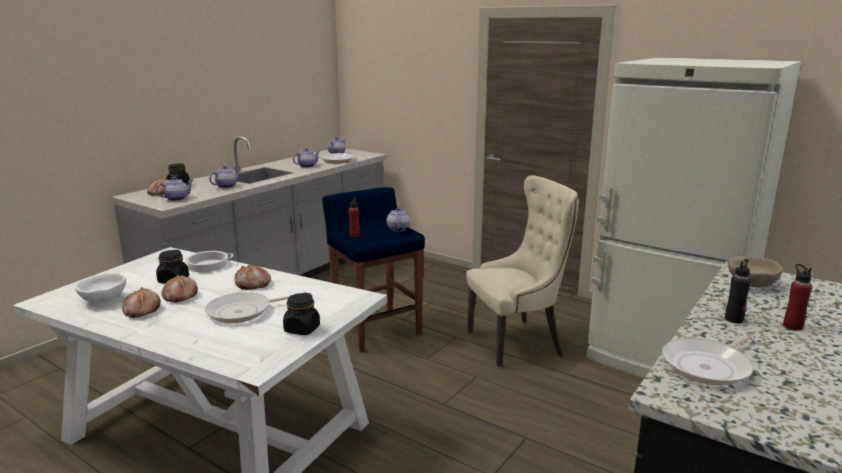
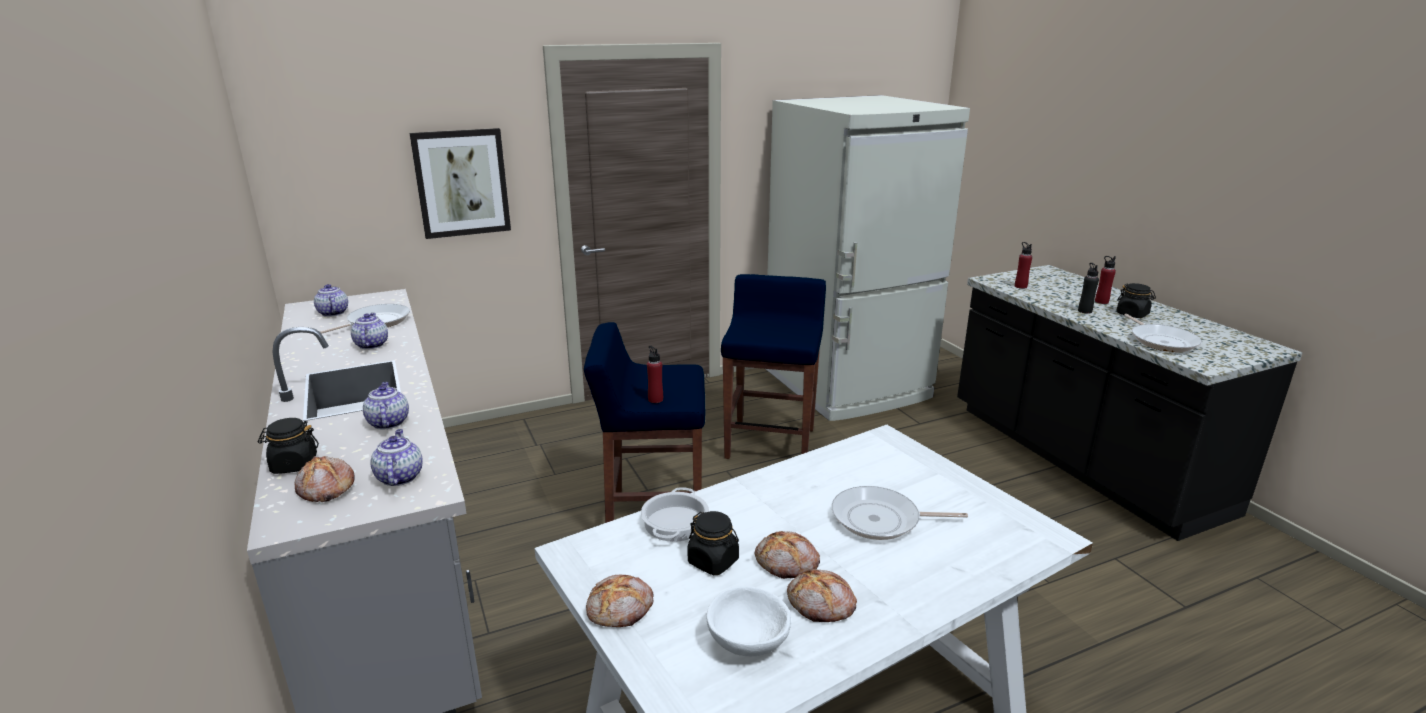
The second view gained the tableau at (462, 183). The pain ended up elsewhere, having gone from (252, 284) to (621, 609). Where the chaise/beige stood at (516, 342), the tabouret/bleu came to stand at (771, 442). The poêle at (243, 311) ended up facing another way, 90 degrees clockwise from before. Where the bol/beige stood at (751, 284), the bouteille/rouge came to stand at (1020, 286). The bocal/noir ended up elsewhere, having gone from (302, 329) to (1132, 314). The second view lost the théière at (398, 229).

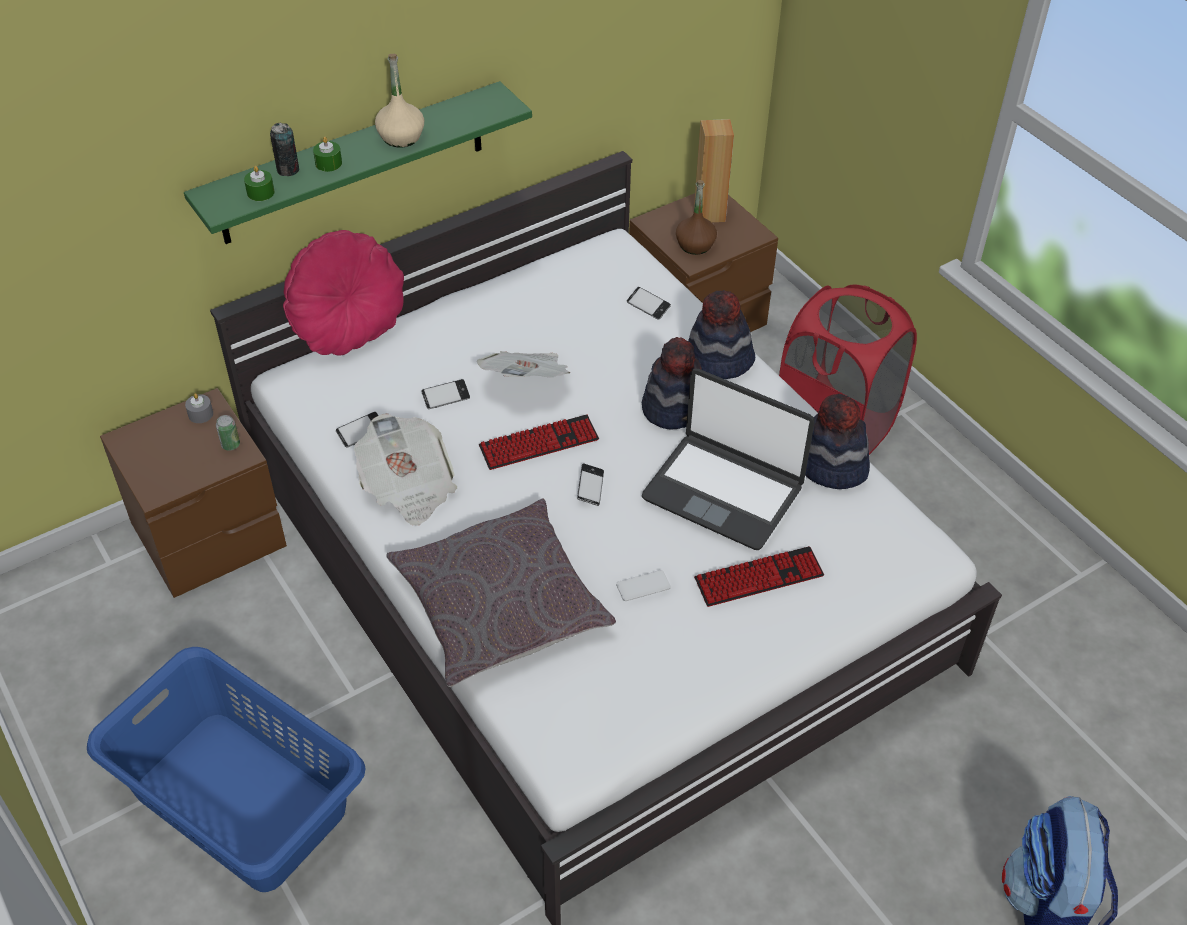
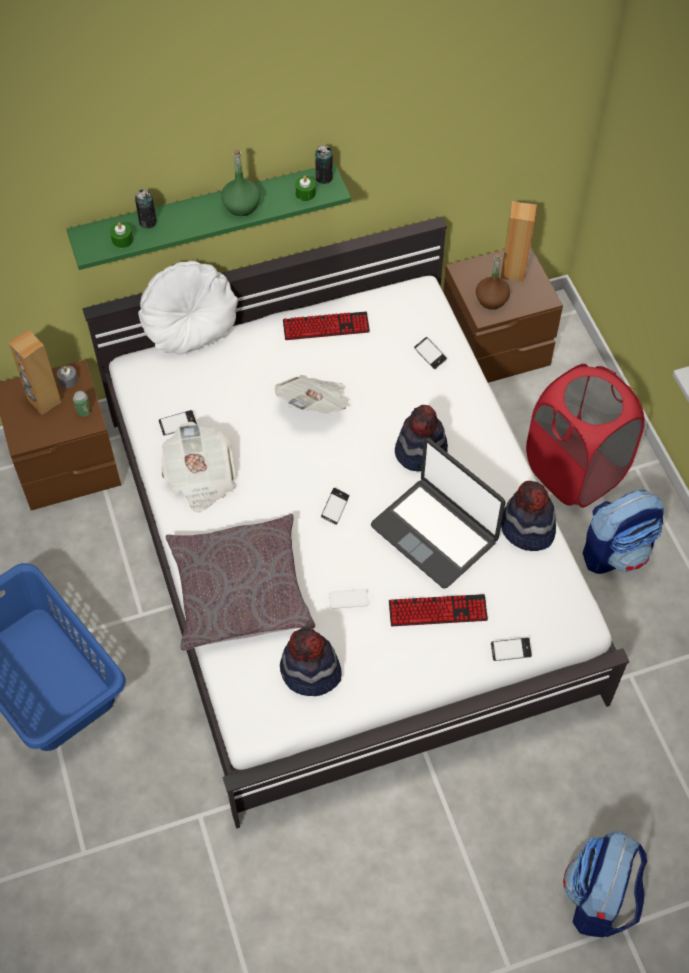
The second view gained the enceinte/marron at (44, 401). What was the coussin/rose at (350, 334) turned into the coussin/blanc at (192, 335). What was the bouteille/beige at (401, 137) turned into the bouteille/vert at (241, 205). The chapeau ended up elsewhere, having gone from (718, 361) to (310, 672). The clavier ended up elsewhere, having gone from (539, 443) to (326, 327). The bougie/vert ended up elsewhere, having gone from (328, 163) to (305, 193). The second view gained the boîte métallique at (324, 178). The téléphone ended up elsewhere, having gone from (446, 397) to (510, 651). The second view gained the sac à dos at (616, 552).

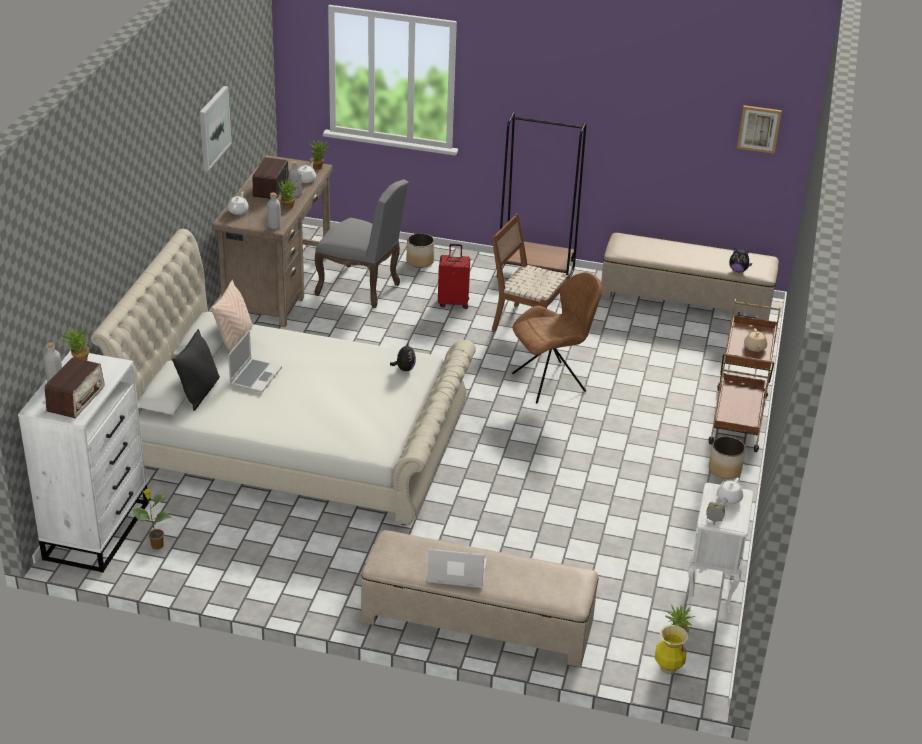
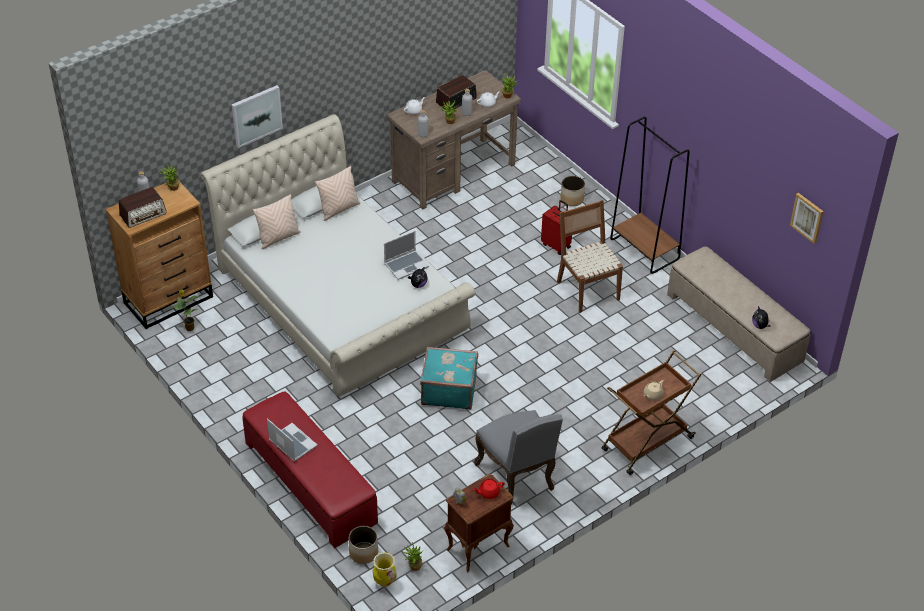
What was the commode/blanc at (97, 530) turned into the commode/marron at (169, 299). The tableau ended up elsewhere, having gone from (213, 127) to (256, 115). What was the banc/beige at (476, 621) turned into the banc/rouge at (309, 482). What was the coussin/noir at (199, 393) turned into the coussin/beige at (278, 238). The cache-pot ended up elsewhere, having gone from (725, 469) to (364, 553). The ordinateur portable ended up elsewhere, having gone from (255, 376) to (406, 265). The second view gained the valise/turquoise at (448, 390). What was the table de chevet/blanc at (712, 586) turned into the table de chevet/marron at (478, 548). What was the théière/blanc at (728, 498) turned into the théière/rouge at (488, 493). The chaise/gris ended up elsewhere, having gone from (361, 288) to (517, 477). The second view lost the chaise/marron at (551, 382).

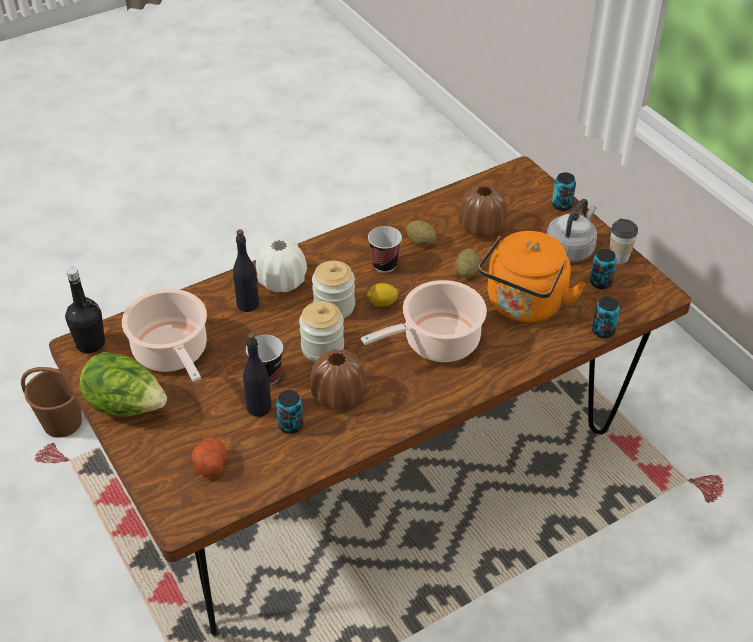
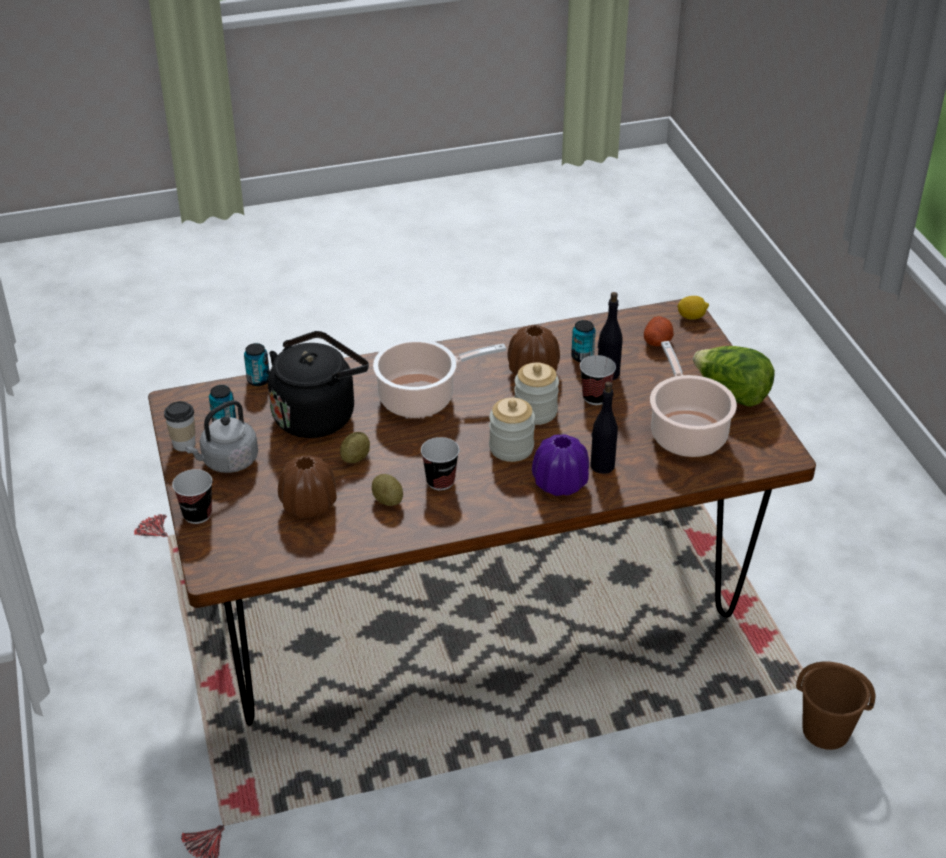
Where the boîte métallique stood at (562, 205), the tasse came to stand at (197, 514). What was the bouilloire/orange at (524, 306) turned into the bouilloire/noir at (317, 415). What was the vase/blanc at (282, 281) turned into the vase/violet at (560, 483). The citron ended up elsewhere, having gone from (382, 303) to (691, 316). The second view lost the bouteille/noir at (90, 344).

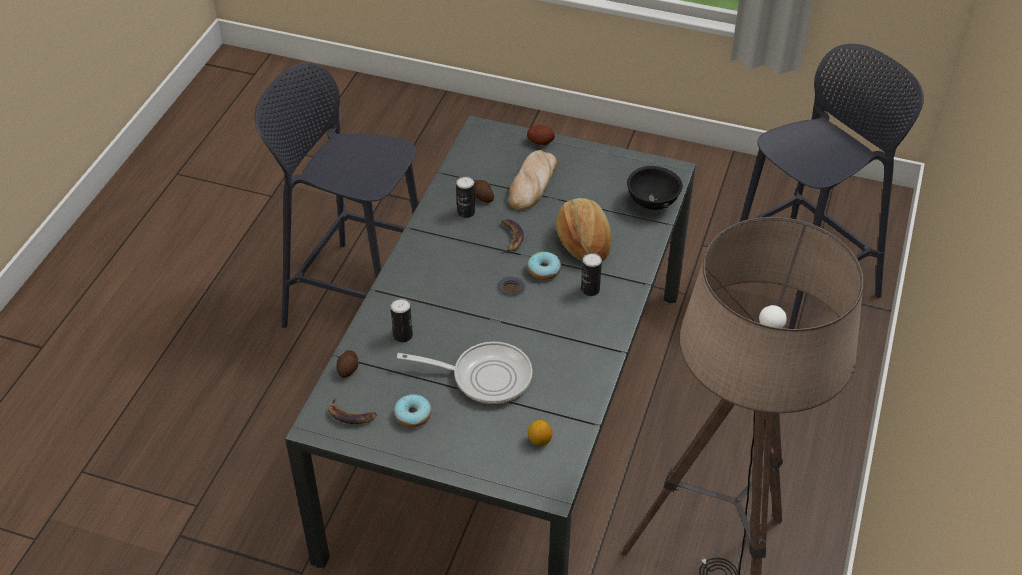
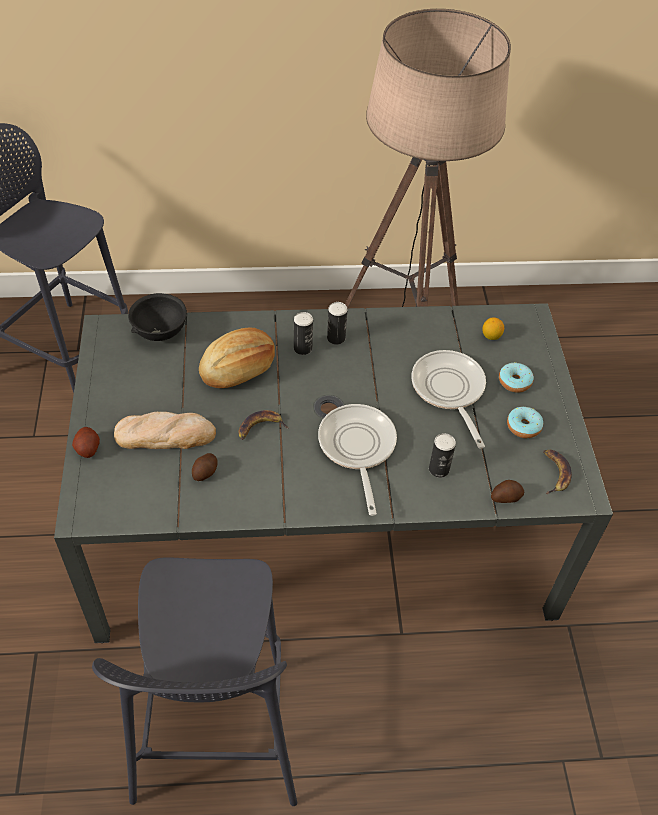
The second view gained the poêle at (357, 448). The boîte métallique ended up elsewhere, having gone from (466, 212) to (336, 338). The beignet ended up elsewhere, having gone from (544, 270) to (514, 382).

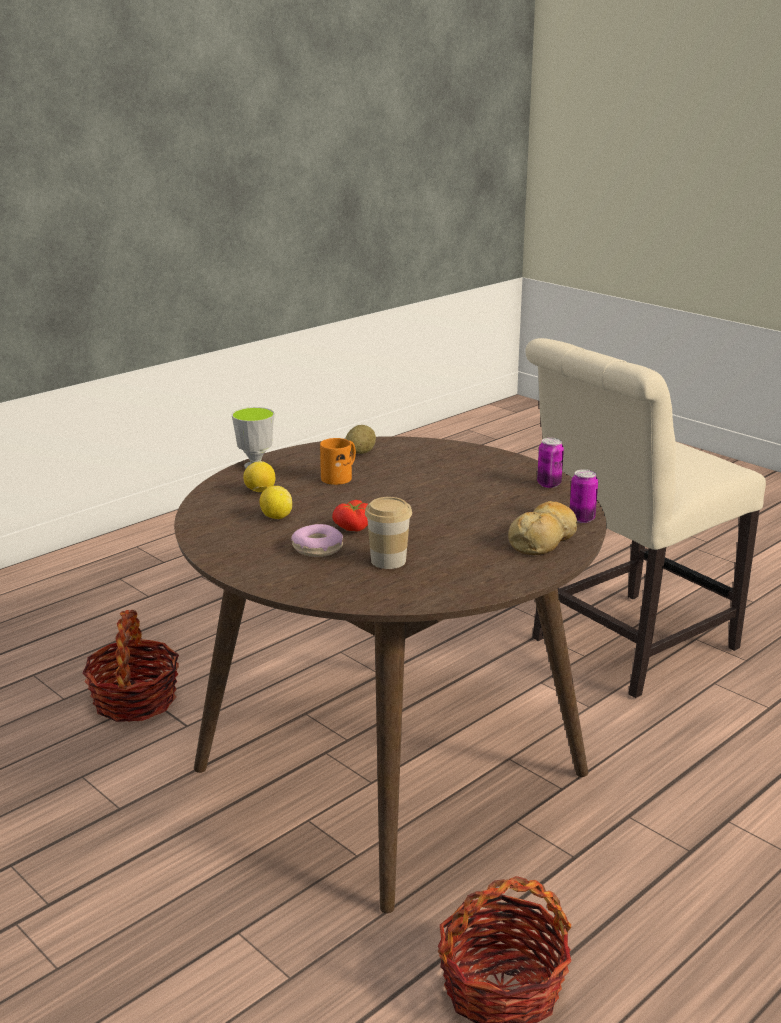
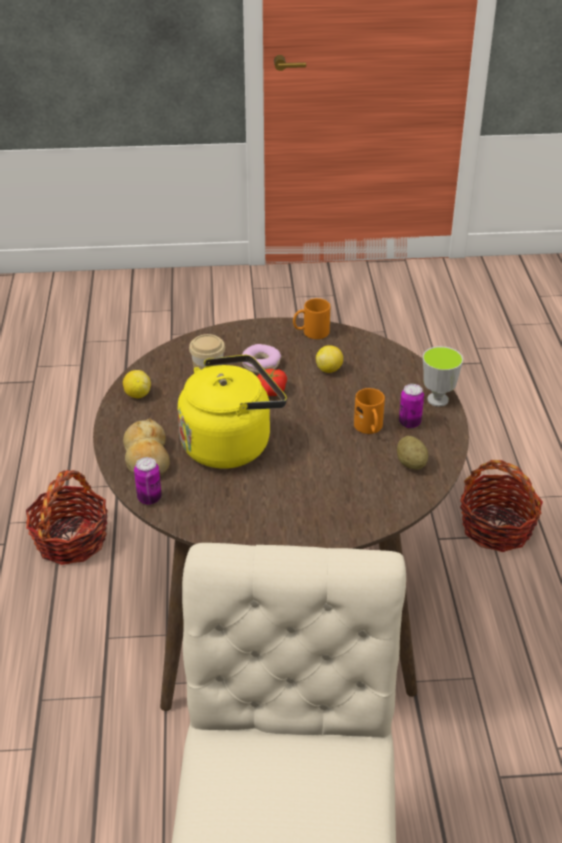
The citron ended up elsewhere, having gone from (260, 491) to (137, 394). The second view gained the bouilloire/jaune at (231, 443). The second view gained the mug/orange at (311, 333). The boîte métallique ended up elsewhere, having gone from (549, 484) to (409, 423).

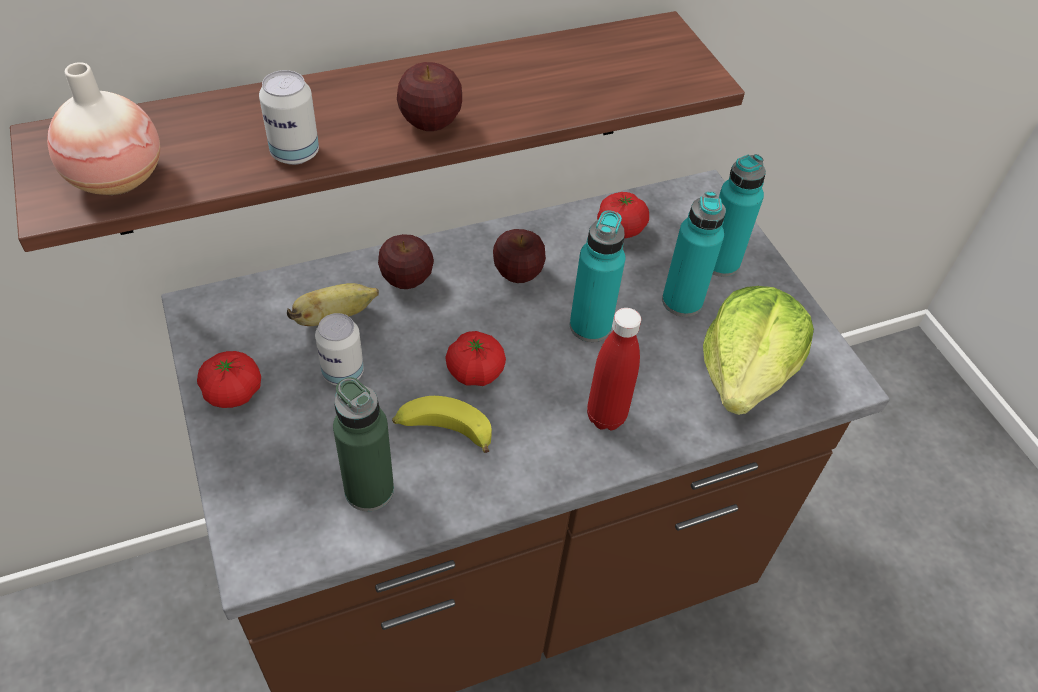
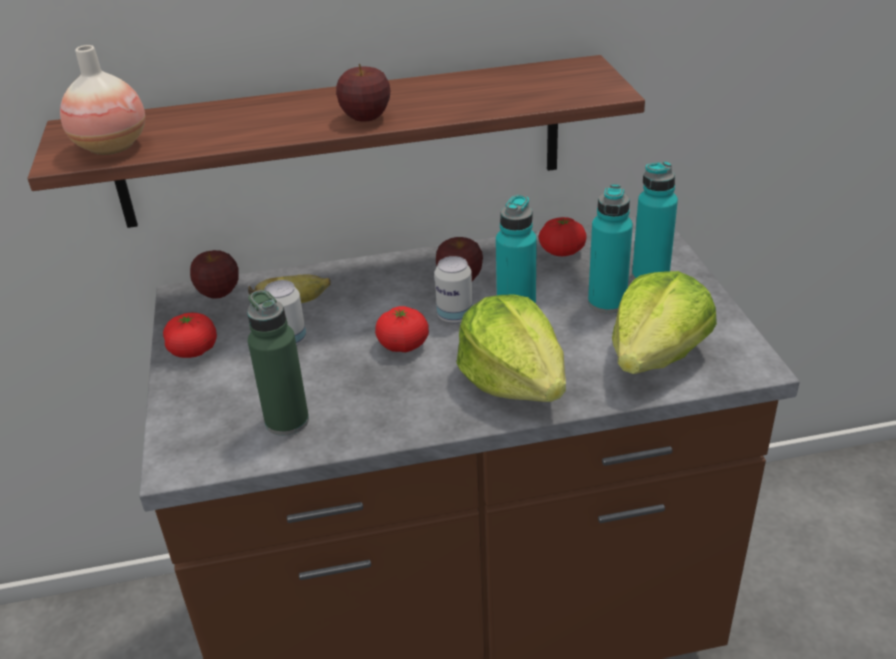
The pomme ended up elsewhere, having gone from (406, 279) to (219, 293). The boîte métallique ended up elsewhere, having gone from (295, 153) to (455, 316). Where the bouteille/rouge stood at (606, 416), the laitue came to stand at (514, 381). The second view lost the banane at (442, 432).

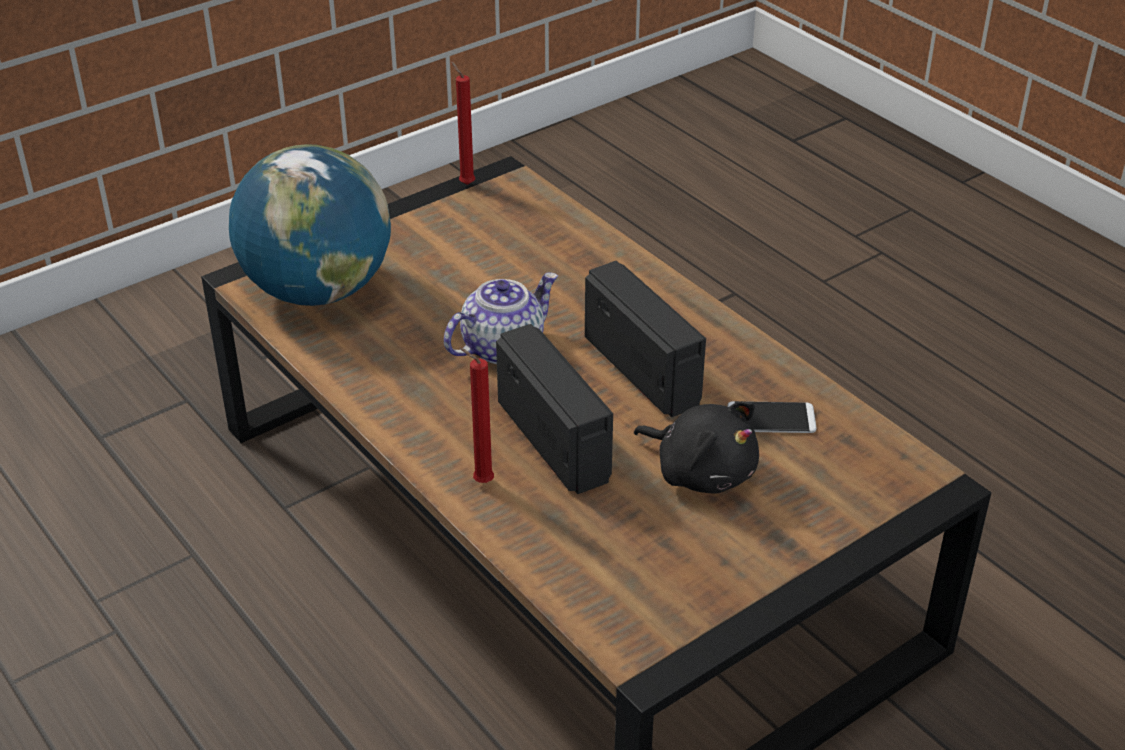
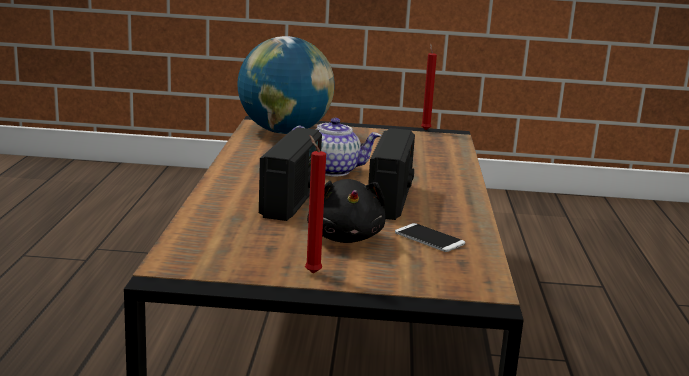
The bougie/rouge ended up elsewhere, having gone from (480, 482) to (311, 272).

